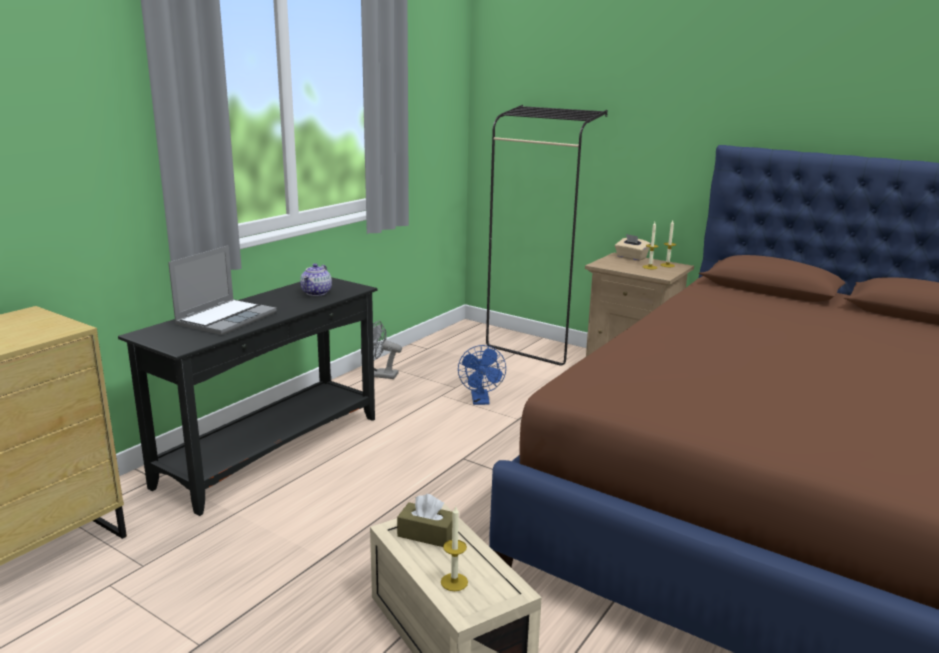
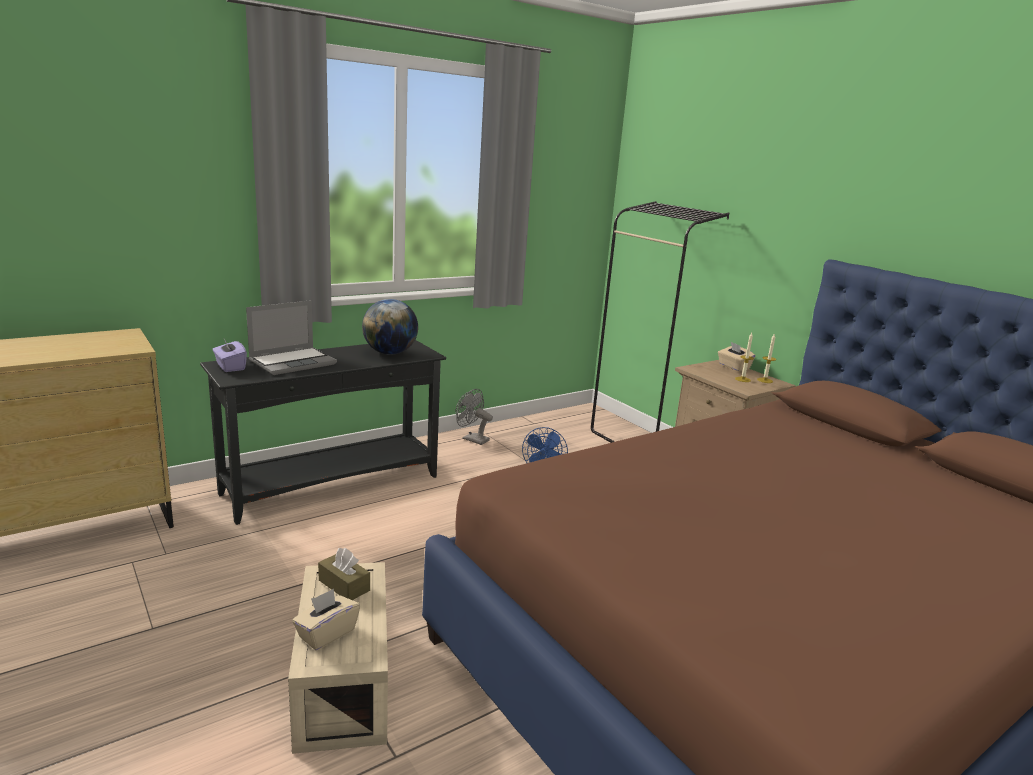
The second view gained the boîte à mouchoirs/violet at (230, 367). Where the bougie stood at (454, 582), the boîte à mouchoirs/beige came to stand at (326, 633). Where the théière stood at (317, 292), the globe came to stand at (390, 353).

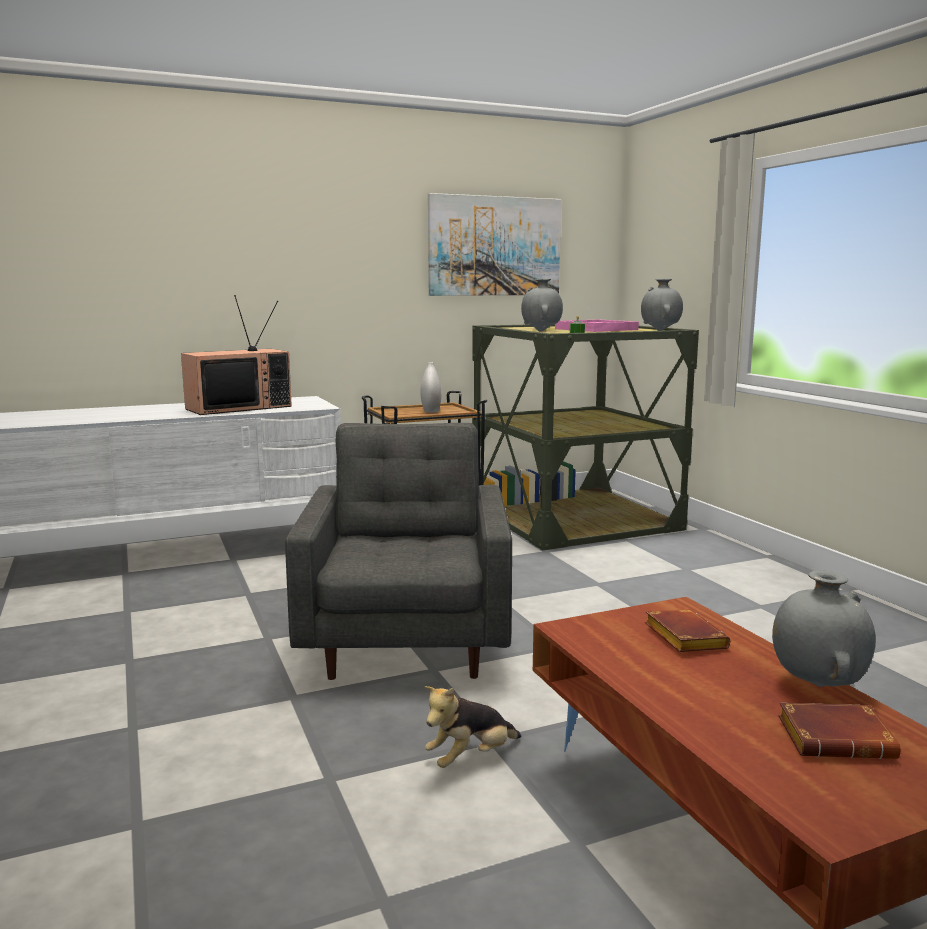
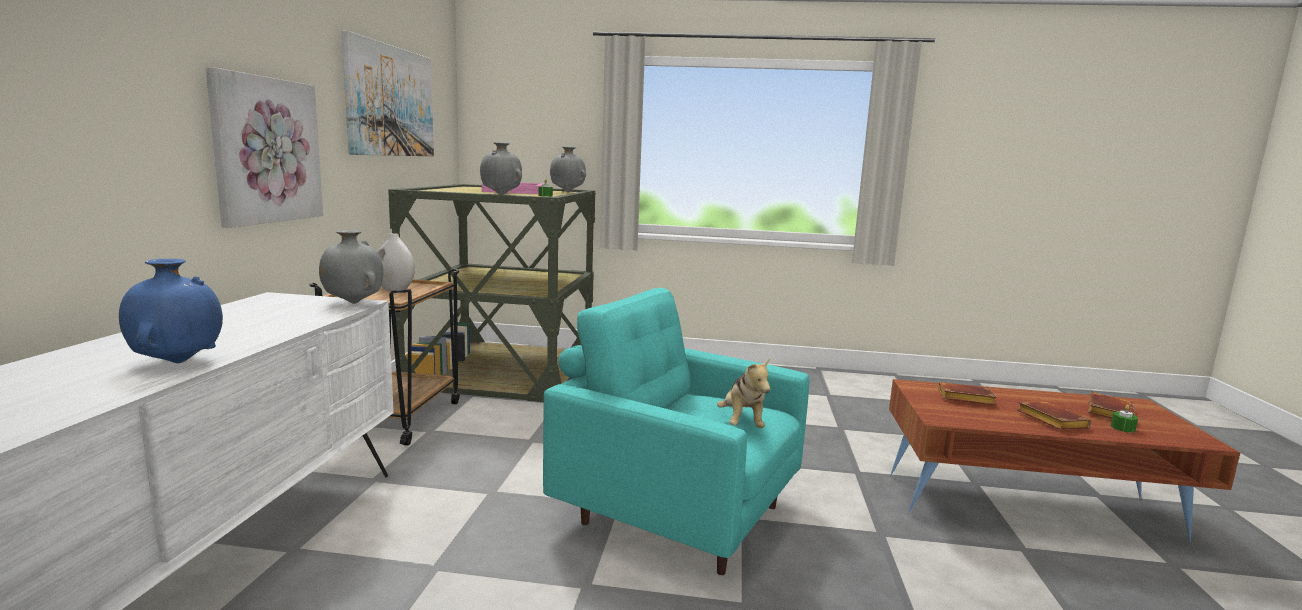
The second view gained the vase/bleu at (178, 362). The second view gained the tableau at (266, 150). The vase/gris ended up elsewhere, having gone from (817, 685) to (353, 303). What was the fauteuil/gris at (408, 641) turned into the fauteuil/turquoise at (677, 512). The peluche ended up elsewhere, having gone from (470, 758) to (742, 423). The second view gained the livre/marron at (1049, 420). The second view gained the bougie/vert at (1122, 428). The second view lost the téléviseur at (239, 407).

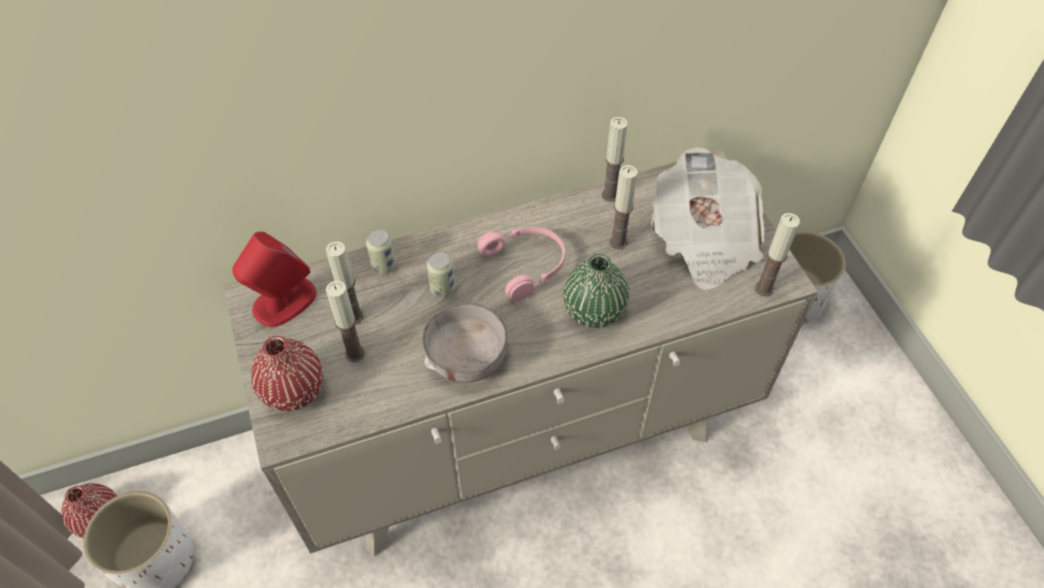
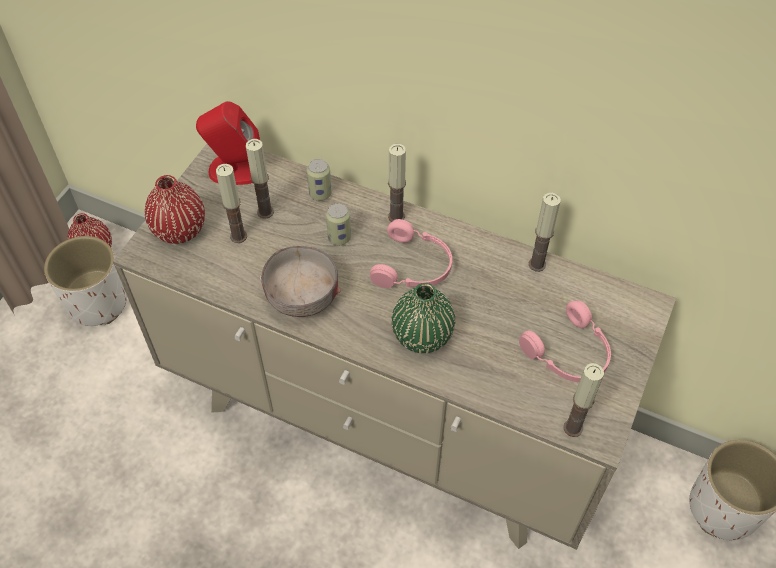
The bougie ended up elsewhere, having gone from (618, 242) to (396, 216). Where the journal stood at (703, 240), the casque audio/rose came to stand at (569, 354).

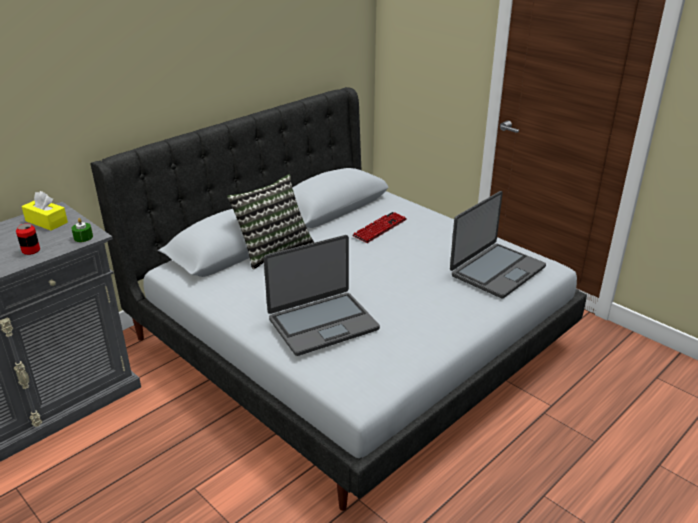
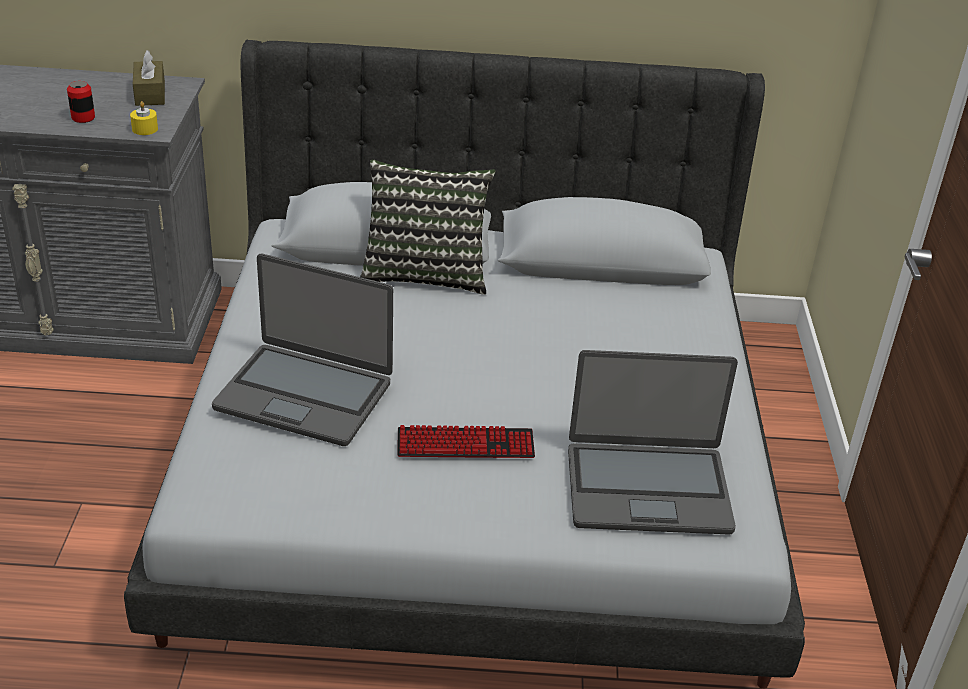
What was the bougie/vert at (83, 237) turned into the bougie/jaune at (145, 129). What was the boîte à mouchoirs/jaune at (46, 221) turned into the boîte à mouchoirs/marron at (150, 93). The clavier ended up elsewhere, having gone from (380, 228) to (465, 445).

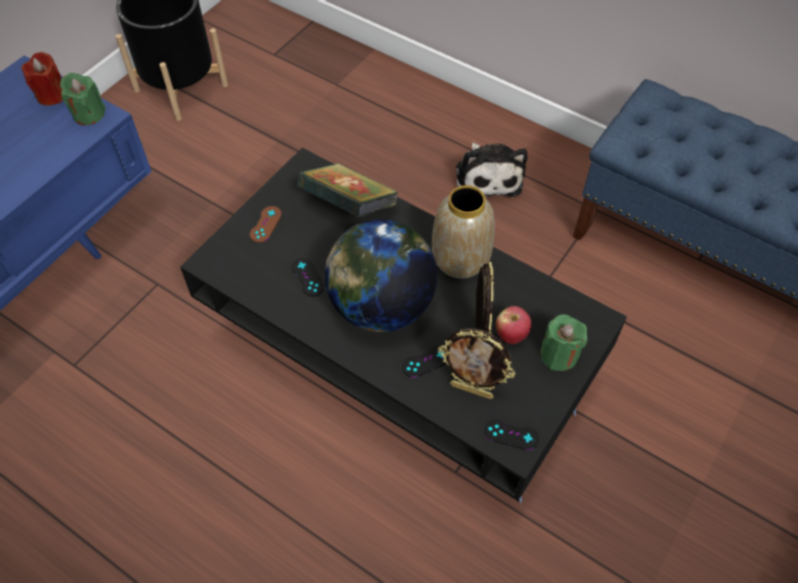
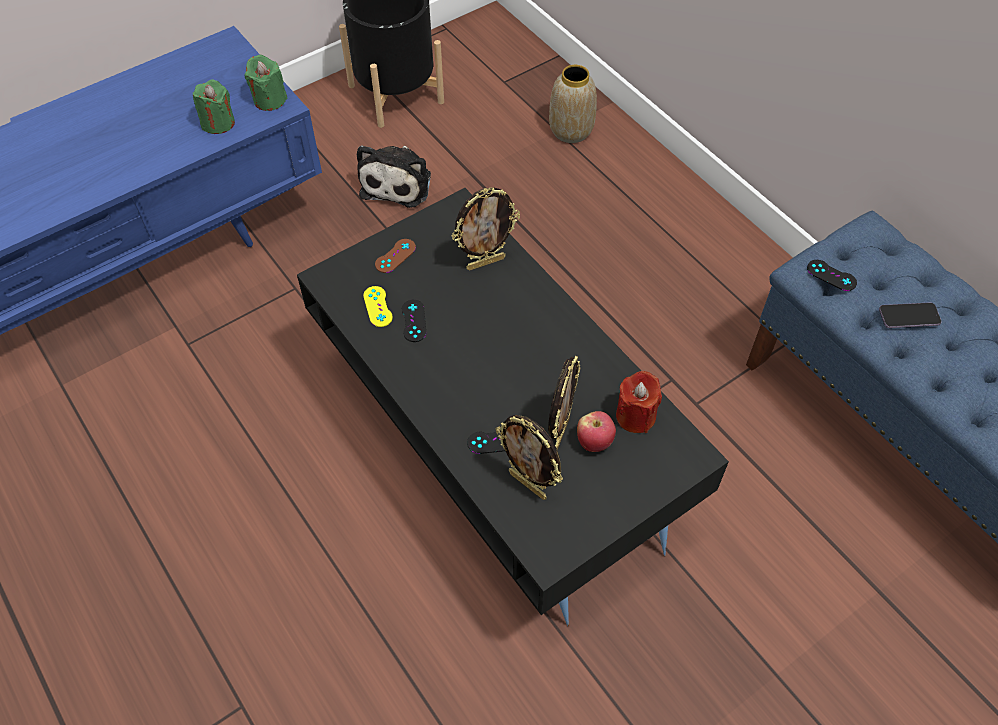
The bougie/vert ended up elsewhere, having gone from (559, 354) to (218, 123). The peluche ended up elsewhere, having gone from (488, 176) to (398, 182). The second view gained the manette/jaune at (377, 306). Where the livre stood at (349, 207), the cadre photo came to stand at (485, 262). The vase ended up elsewhere, having gone from (461, 260) to (571, 131). The bougie/rouge ended up elsewhere, having gone from (52, 95) to (635, 416). The manette/noir ended up elsewhere, having gone from (511, 434) to (831, 275). The second view gained the téléphone at (909, 316). The second view lost the globe at (381, 306).

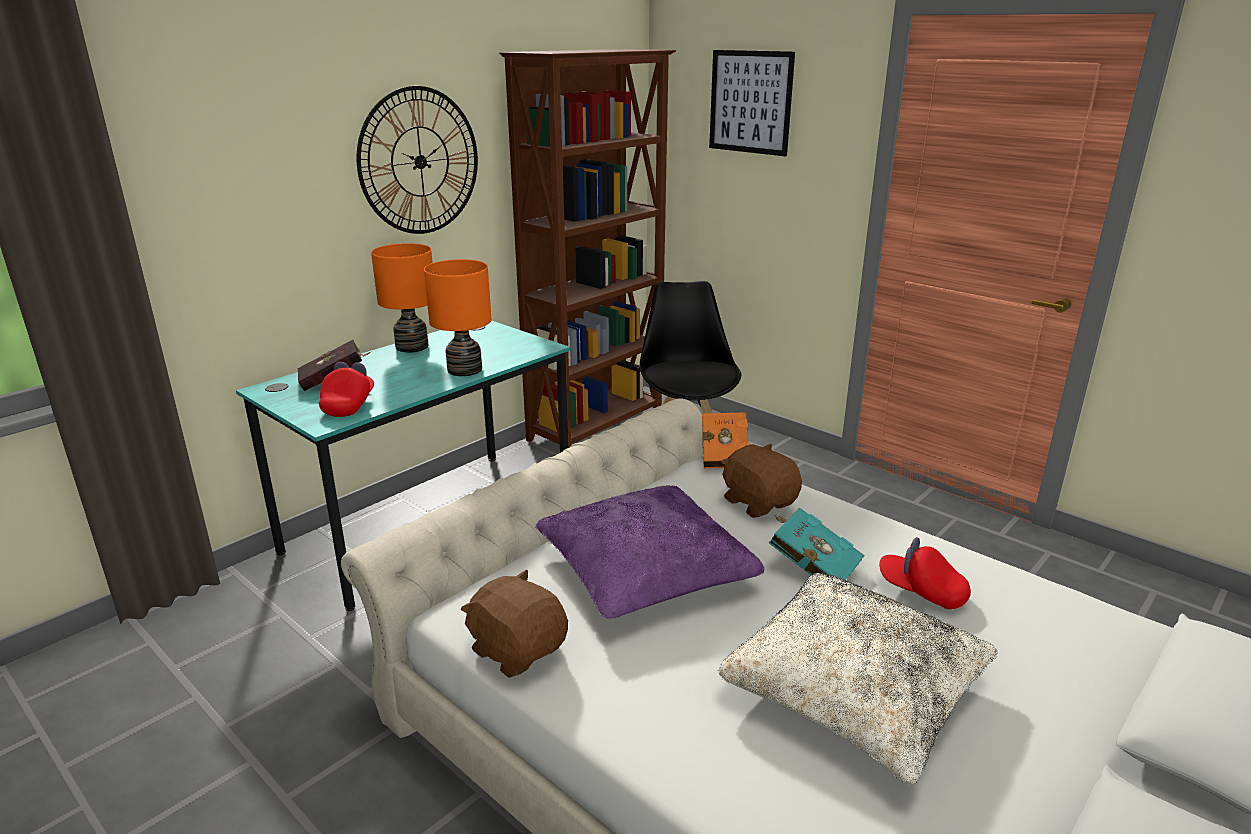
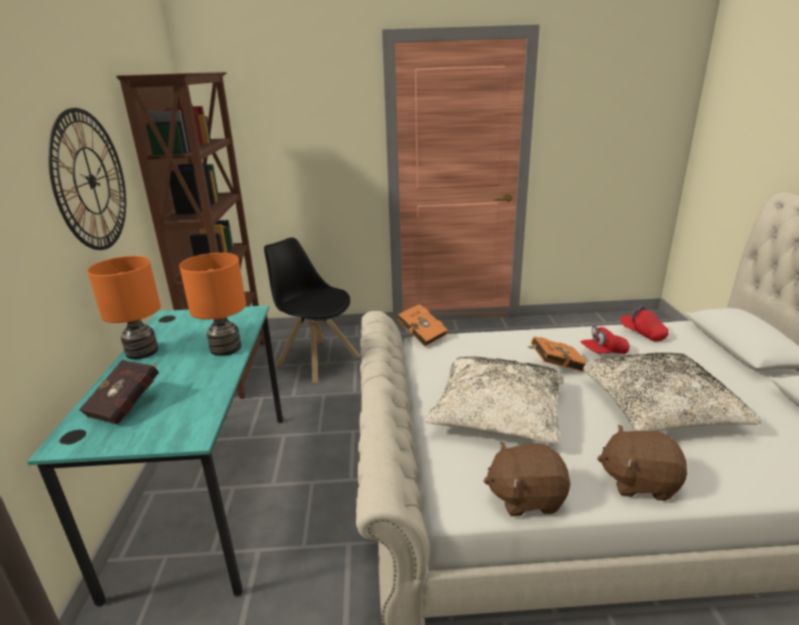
What was the coussin/violet at (645, 569) turned into the coussin/beige at (497, 412). What was the livre/turquoise at (811, 566) turned into the livre/orange at (554, 366). The peluche/marron ended up elsewhere, having gone from (759, 502) to (638, 481). The casquette/rouge ended up elsewhere, having gone from (349, 405) to (642, 333). The second view lost the tableau at (750, 102).

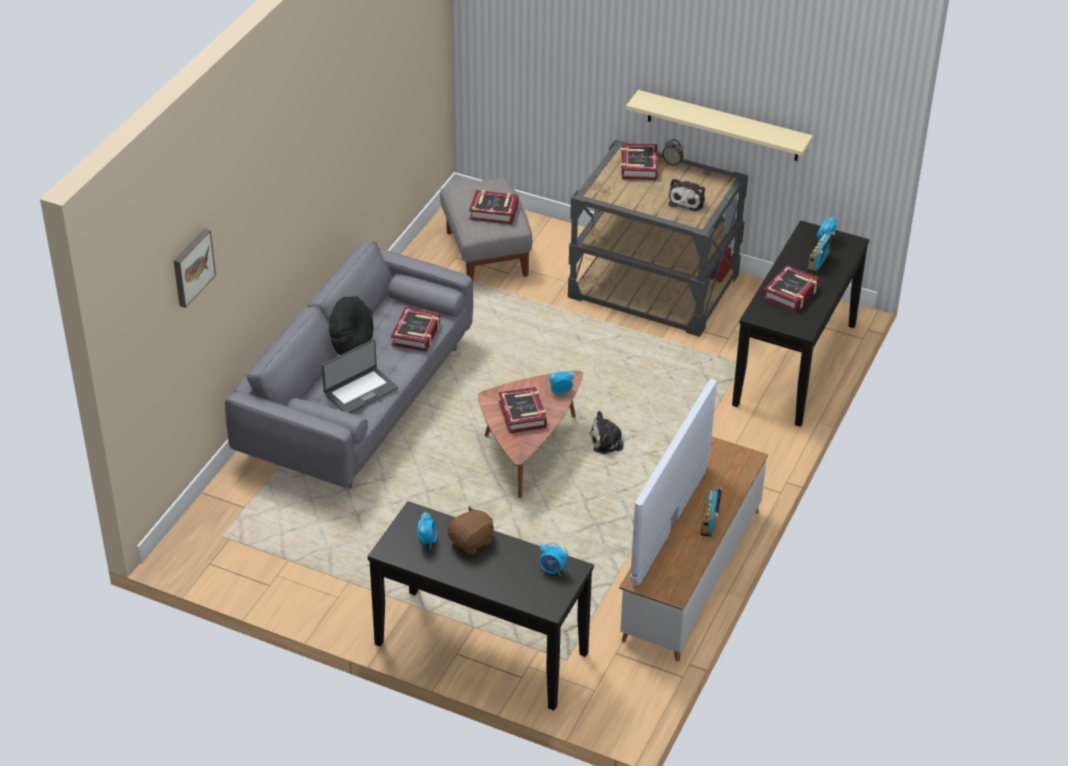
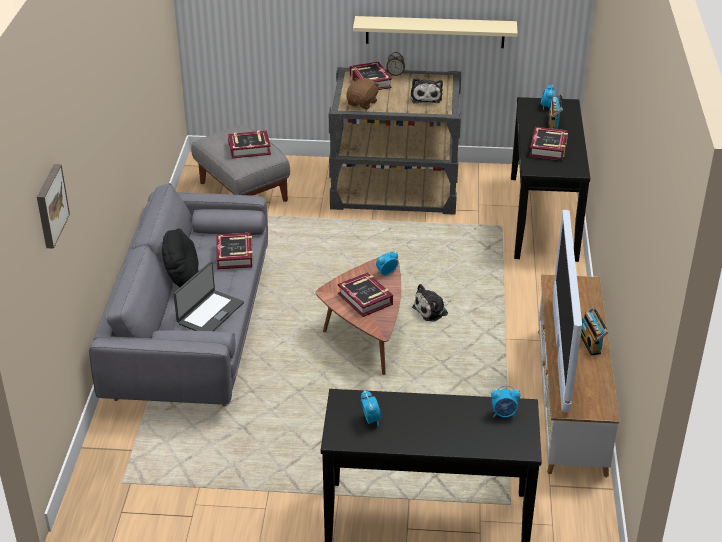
The peluche/marron ended up elsewhere, having gone from (472, 542) to (362, 103).

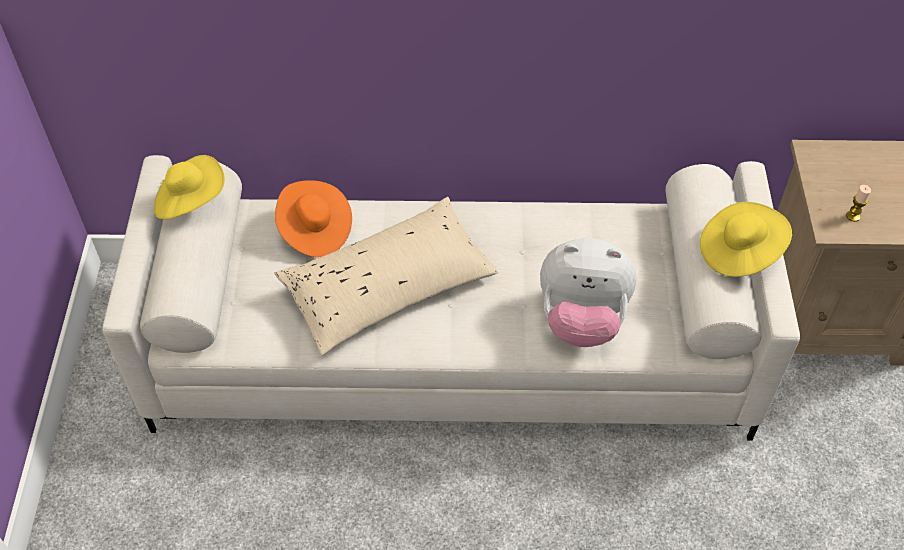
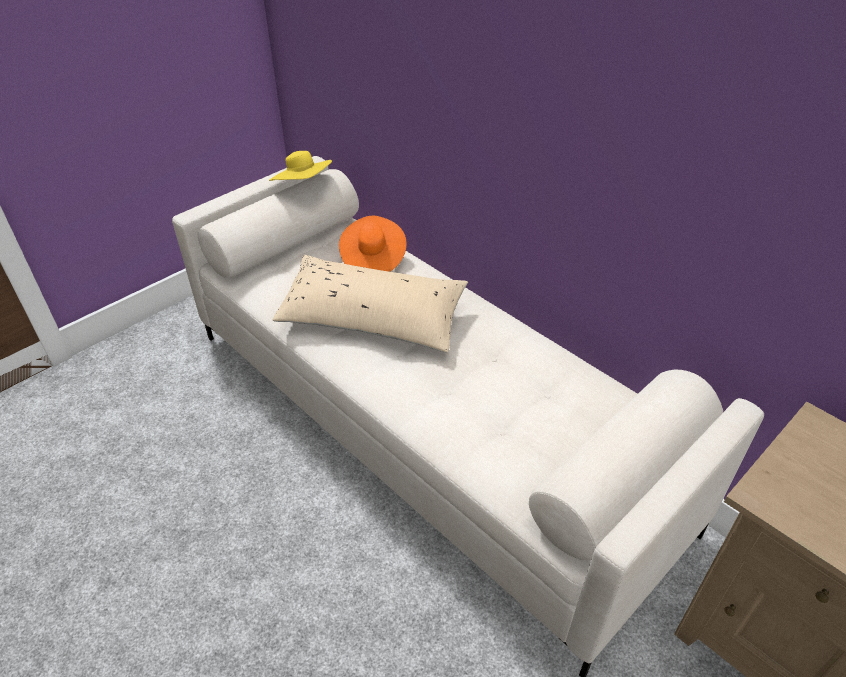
The second view lost the peluche at (581, 319). The second view lost the chapeau/jaune at (739, 252). The second view lost the bougie at (853, 216).

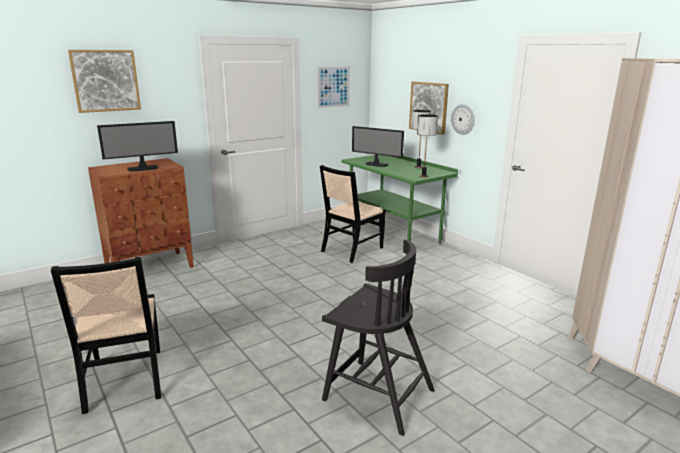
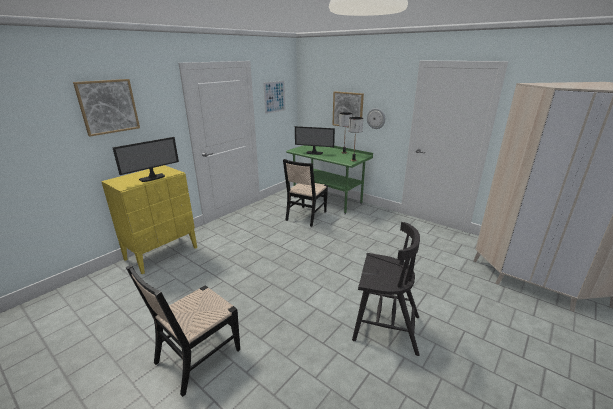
What was the commode/marron at (151, 268) turned into the commode/jaune at (162, 254). The chaise at (125, 380) ended up facing another way, 75 degrees clockwise from before.

